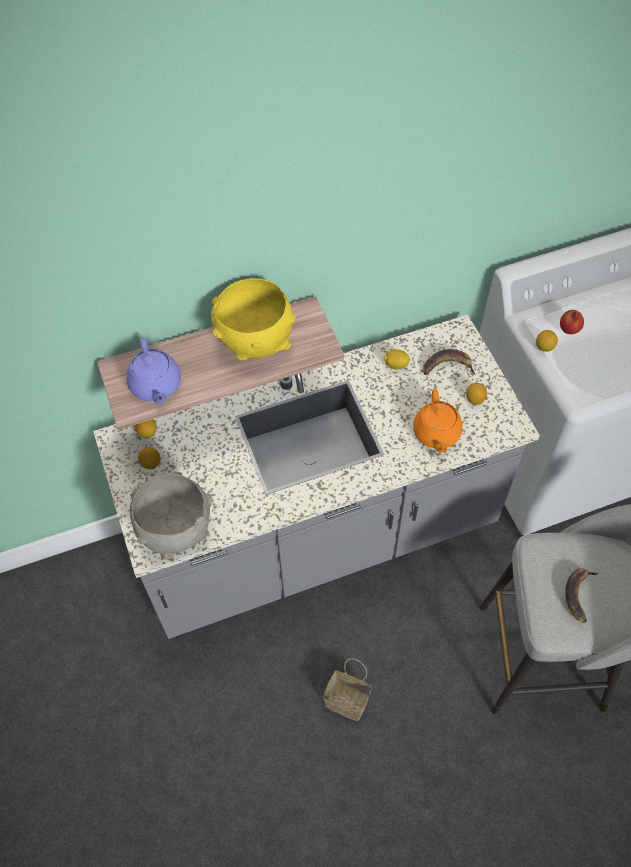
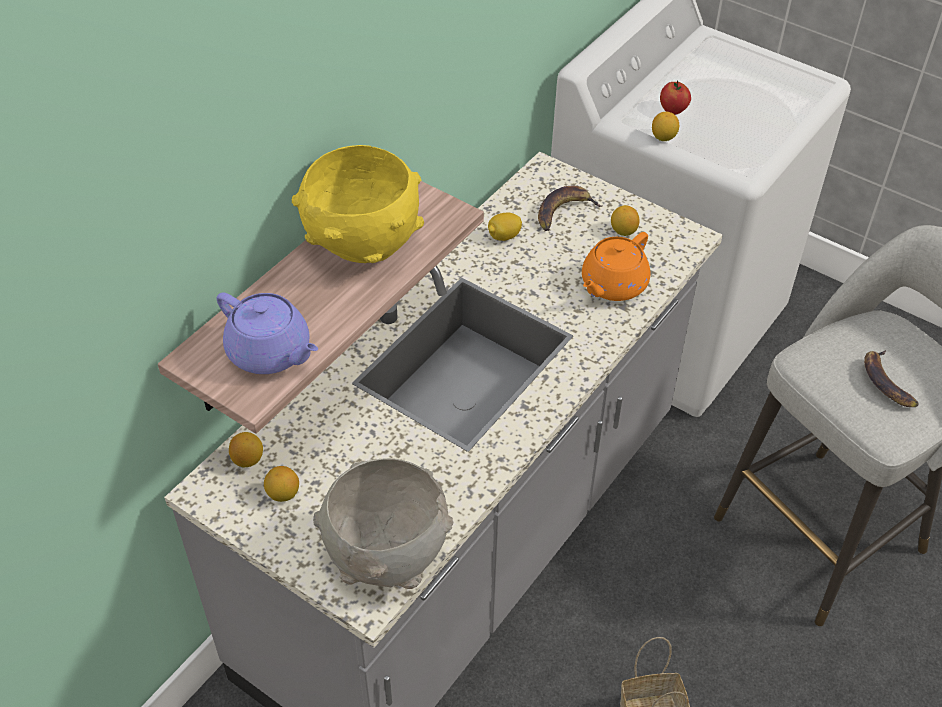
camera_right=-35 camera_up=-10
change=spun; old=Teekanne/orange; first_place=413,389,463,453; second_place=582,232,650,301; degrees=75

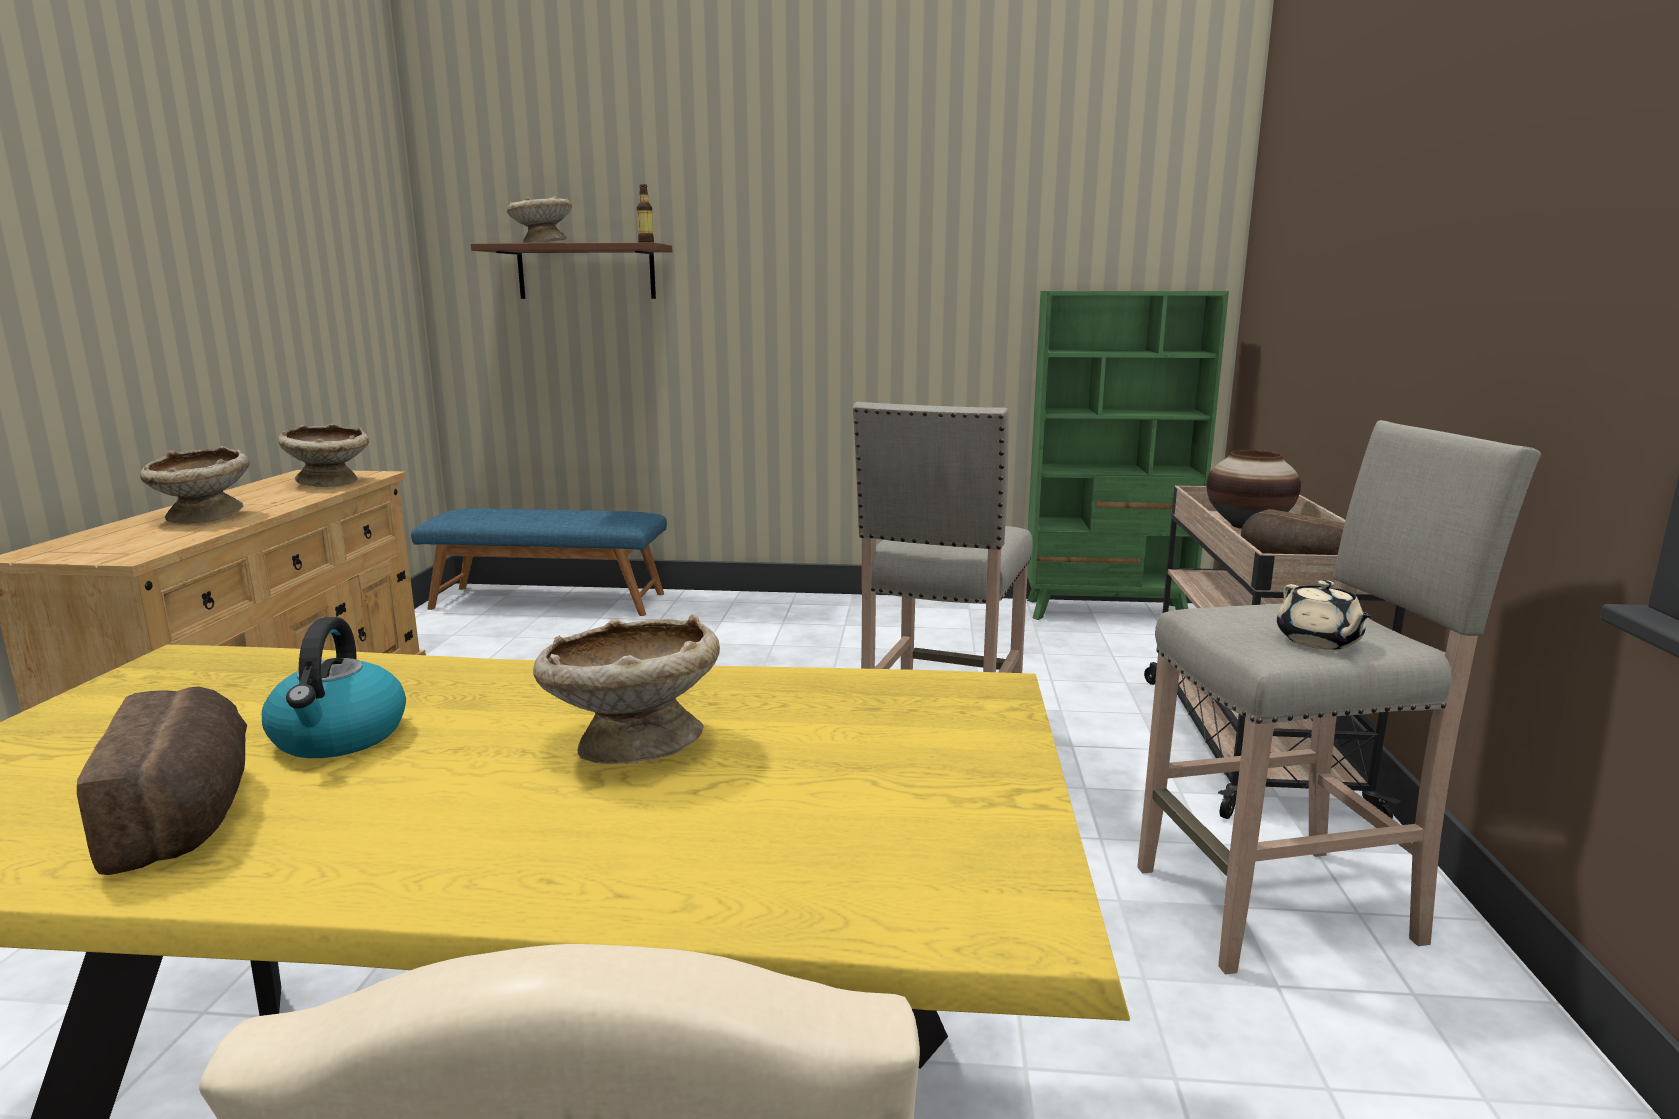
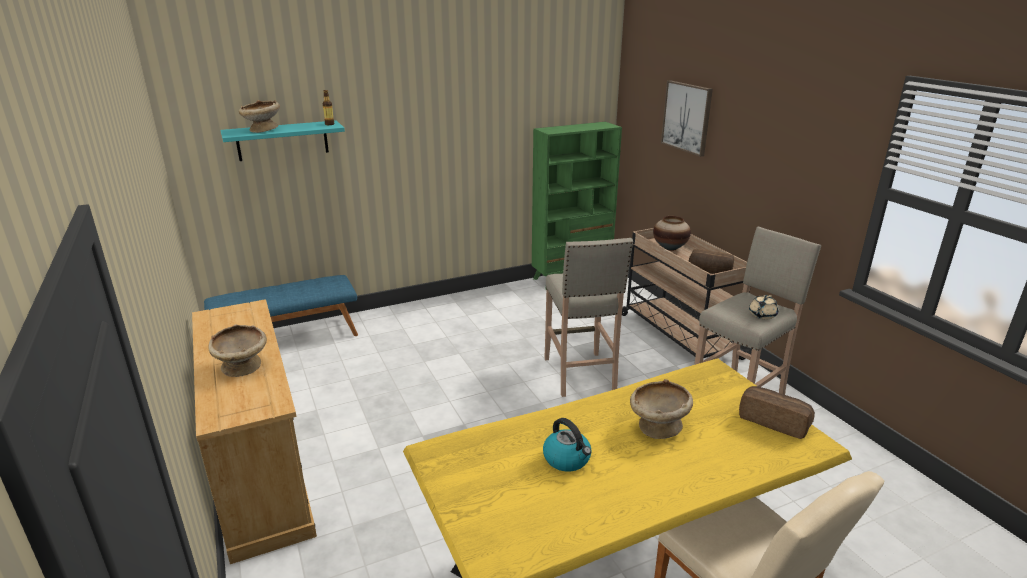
camera_right=-30 camera_up=10
change=colour; old=Wandregal/braun; new=Wandregal/türkis; first_place=471,242,672,299; second_place=220,120,345,161
change=appeared; new=Bild; second_place=661,80,713,157
change=relocated; old=Brot; first_place=77,687,247,875; second_place=739,386,815,439
change=spun; old=Teekanne/beige; first_place=1277,580,1373,650; second_place=749,295,778,319; degrees=75
change=missing; old=Schüssel/beige; first_place=278,424,369,487

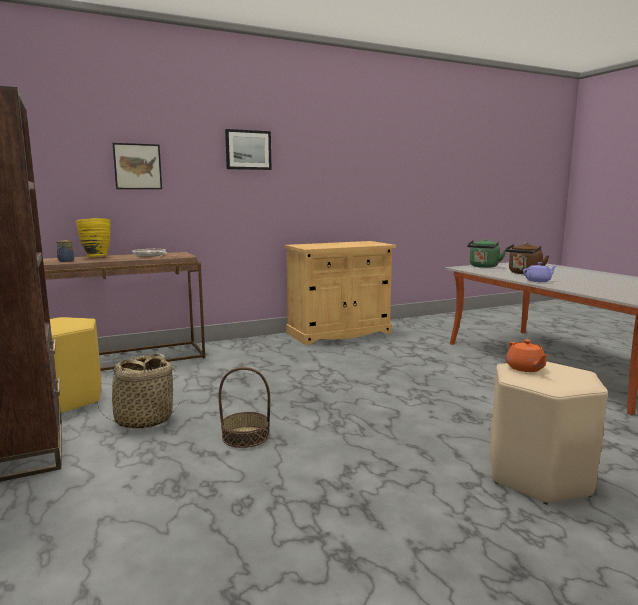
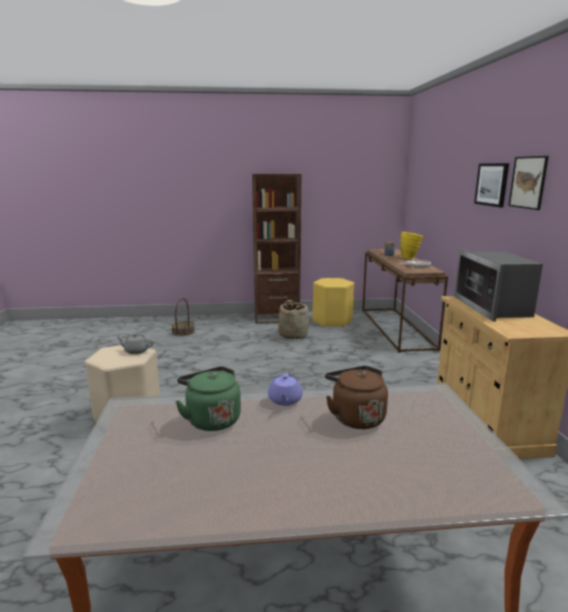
camera_right=110 camera_up=5
change=colour; old=Teekanne/orange; new=Teekanne/grau; first_place=506,339,549,372; second_place=117,333,153,354
change=relocated; old=Korb; first_place=219,367,270,448; second_place=171,298,195,336
change=relocated; old=Wasserkessel/grün; first_place=467,239,506,268; second_place=175,366,241,431
change=appeared; new=Mikrowelle; second_place=454,248,543,322
change=relocated; old=Bild; first_place=113,143,162,189; second_place=508,156,549,210

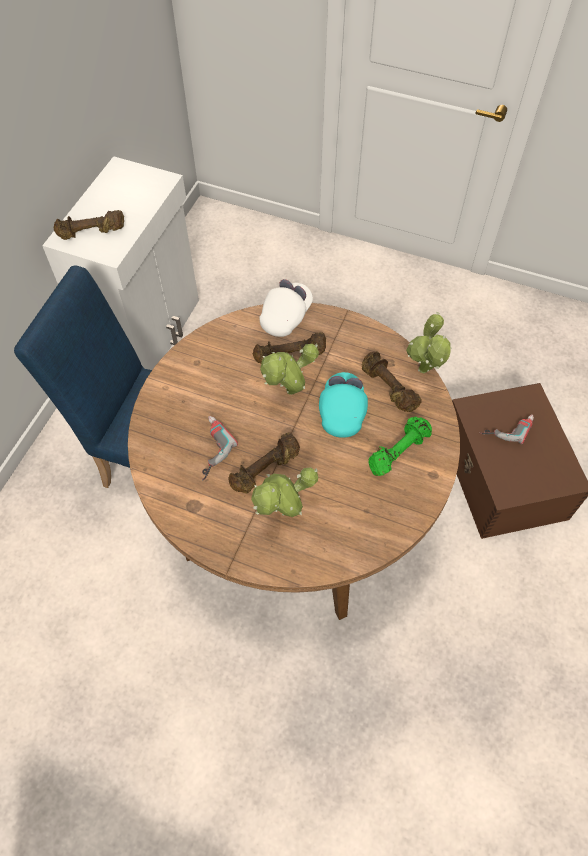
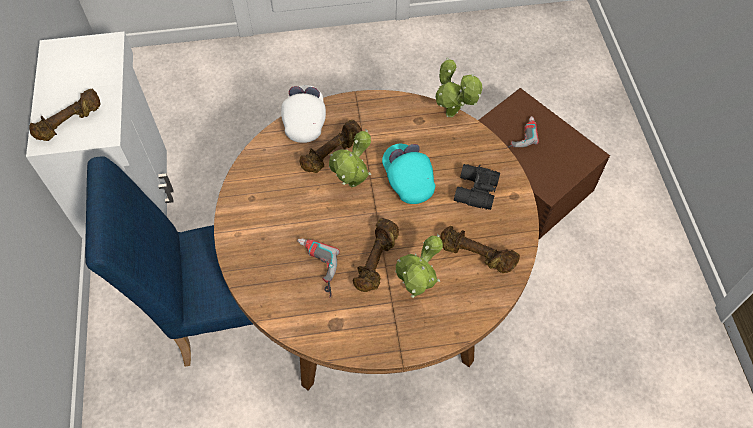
camera_right=-30 camera_up=0
change=relocated; old=Hantel/braun; first_place=362,351,422,412; second_place=440,226,520,273
change=exchanged; old=Hantel/grün; new=Fernglas/schwarz; first_place=368,417,432,476; second_place=454,164,500,210

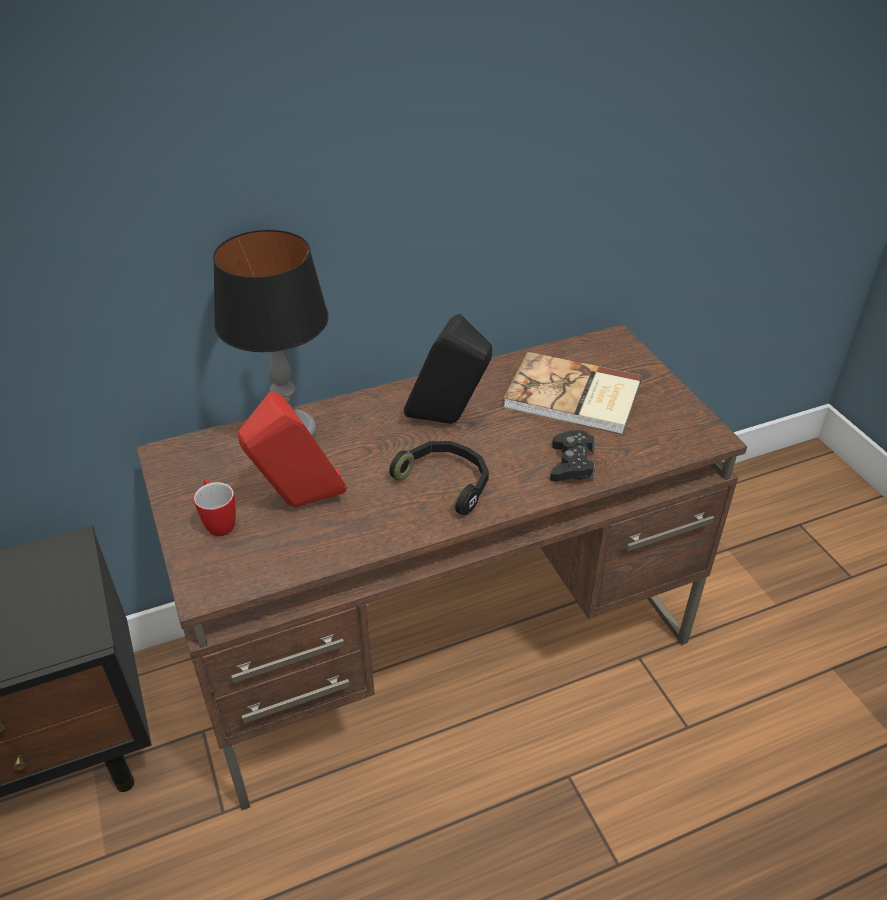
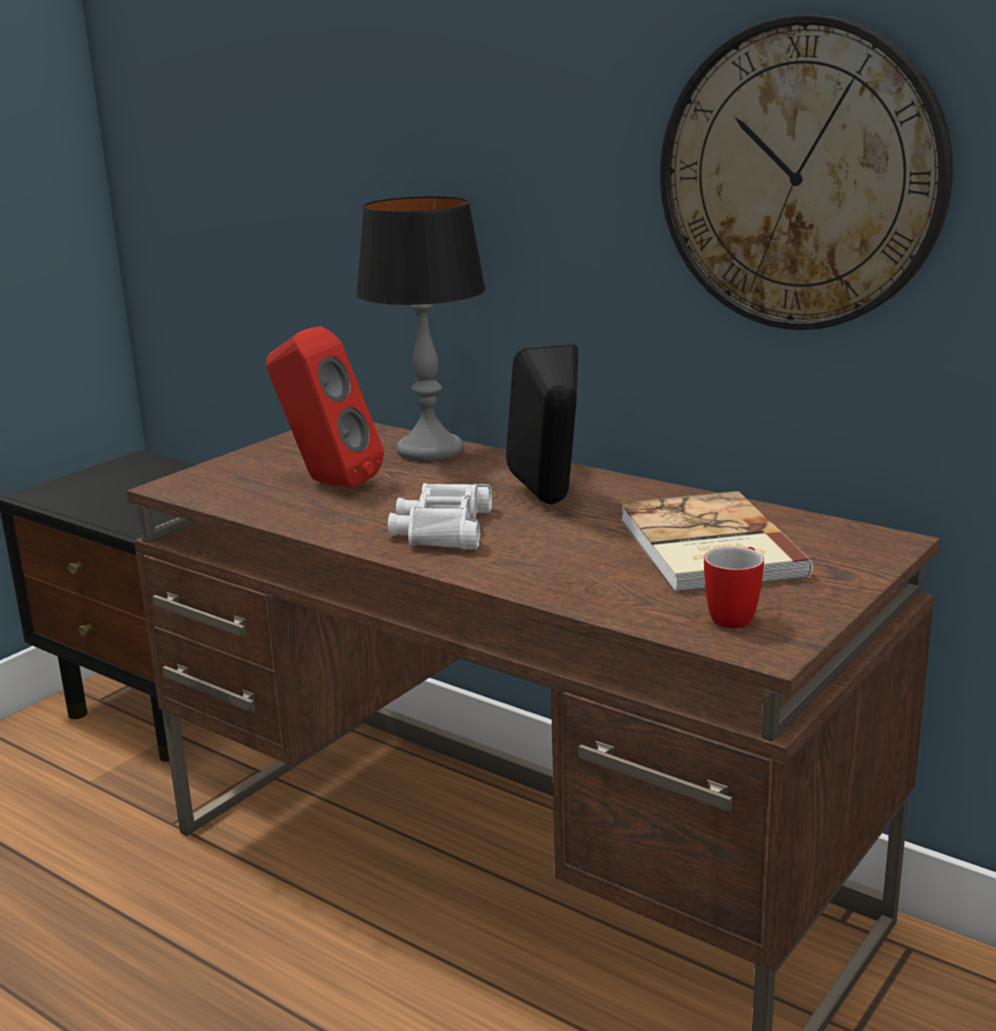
camera_right=60 camera_up=-20
change=exchanged; old=Kopfhörer/schwarz; new=Fernglas/weiß; first_place=389,441,489,515; second_place=388,483,492,550
change=appeared; new=Wanduhr; second_place=660,15,953,330
change=relocated; old=Henkelbecher; first_place=194,479,236,536; second_place=704,546,764,629
change=missing; old=Gamepad/schwarz; first_place=550,430,595,482

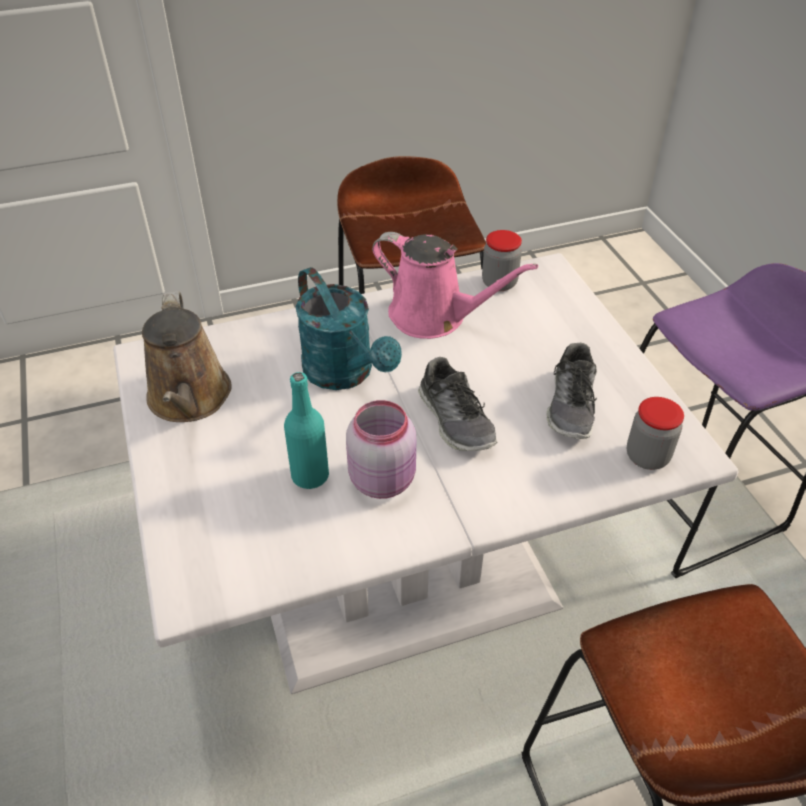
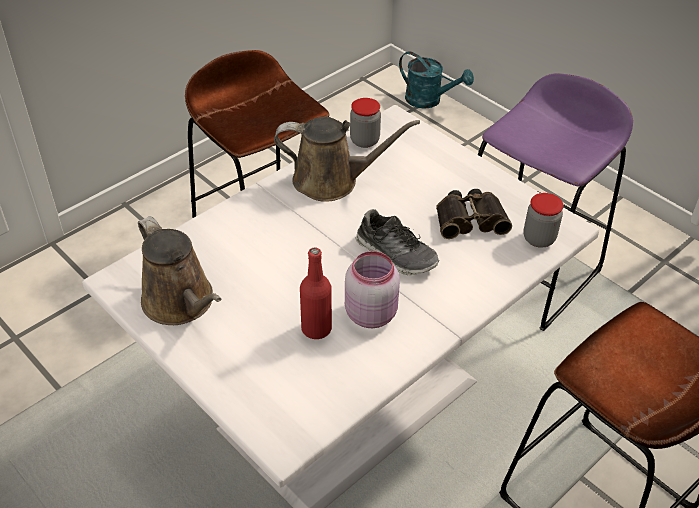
camera_right=-25 camera_up=0
change=colour; old=Gießkanne/rosa; new=Gießkanne/braun; first_place=372,232,538,339; second_place=274,117,420,202
change=colour; old=Flasche/türkis; new=Flasche/rot; first_place=284,372,329,489; second_place=300,248,332,339
change=relocated; old=Gießkanne/türkis; first_place=296,267,402,390; second_place=399,51,474,109
change=exchanged; old=Schuh; new=Fernglas; first_place=547,343,597,439; second_place=436,189,512,239

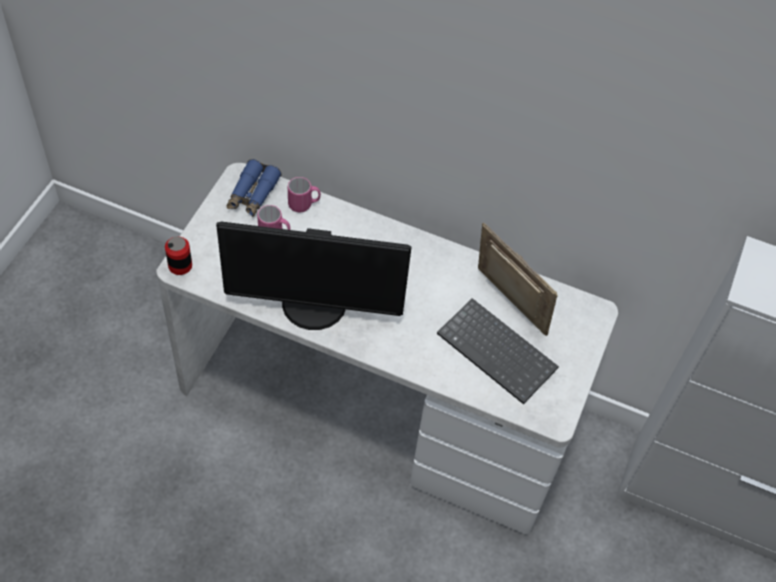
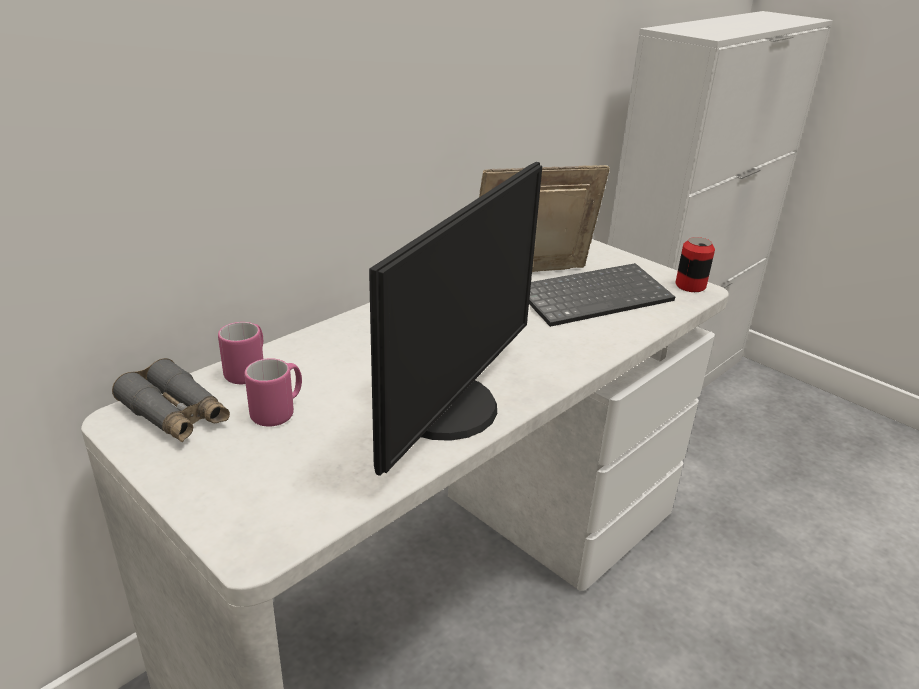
camera_right=-65 camera_up=-25
change=colour; old=Fernglas/blau; new=Fernglas/grau; first_place=226,159,282,217; second_place=112,358,230,442
change=relocated; old=Dose; first_place=165,236,192,275; second_place=675,237,715,292

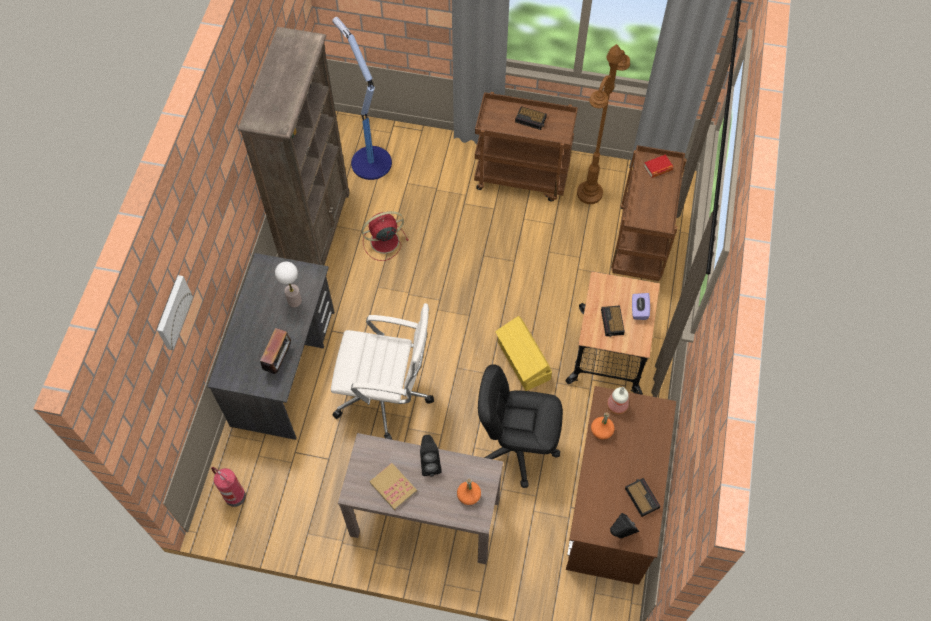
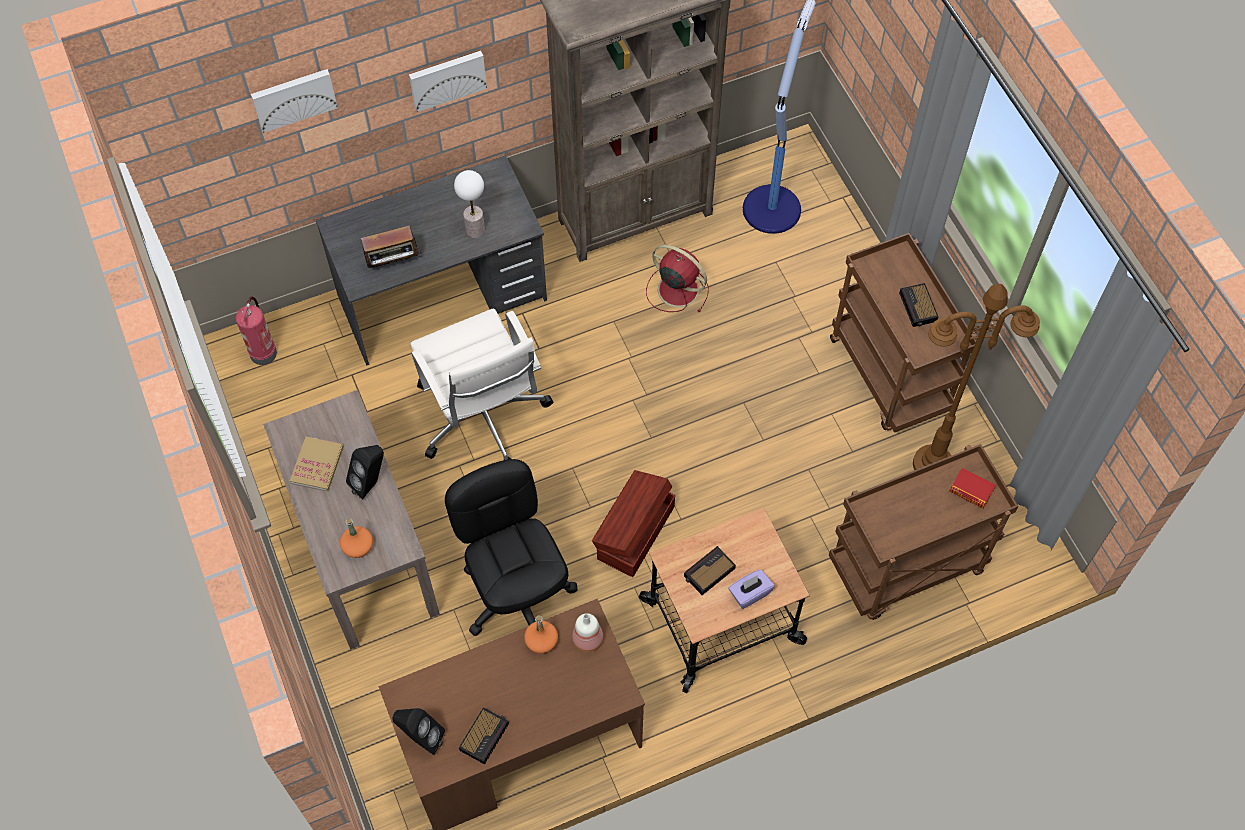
camera_right=55 camera_up=0
change=appeared; new=Bild; second_place=409,51,487,112
change=colour; old=Aufbewahrungsbox/gelb; new=Aufbewahrungsbox/braun; first_place=495,316,552,391; second_place=592,470,675,577

